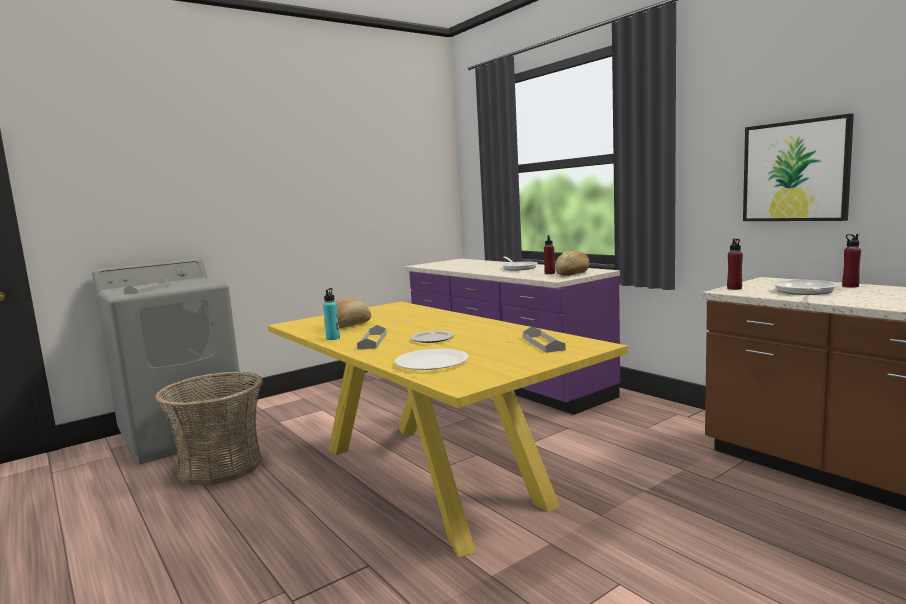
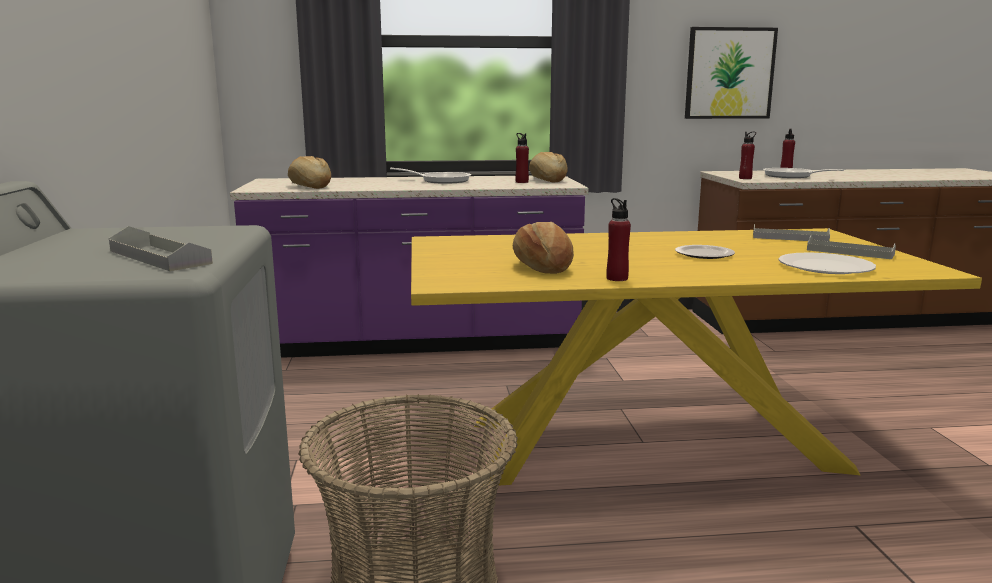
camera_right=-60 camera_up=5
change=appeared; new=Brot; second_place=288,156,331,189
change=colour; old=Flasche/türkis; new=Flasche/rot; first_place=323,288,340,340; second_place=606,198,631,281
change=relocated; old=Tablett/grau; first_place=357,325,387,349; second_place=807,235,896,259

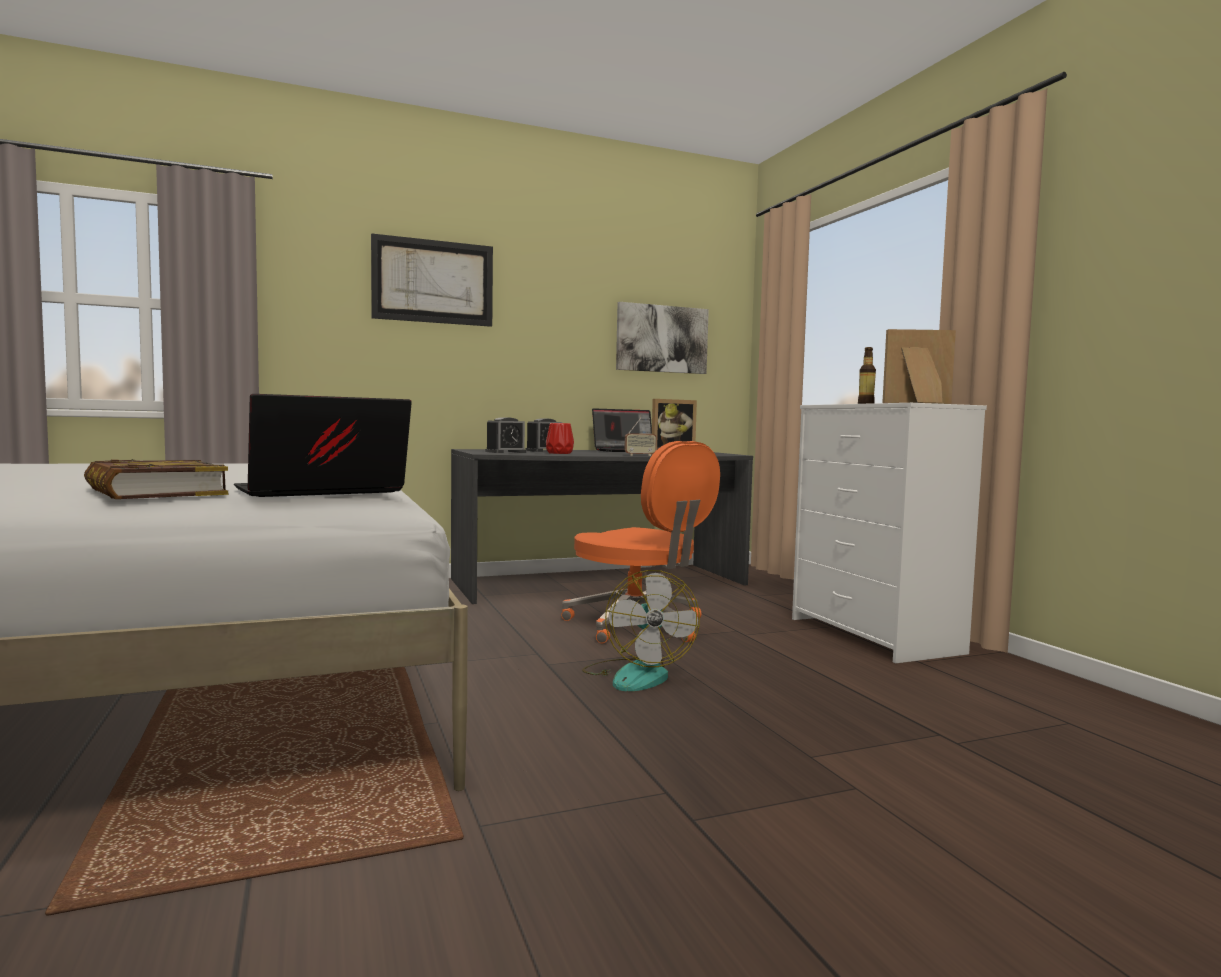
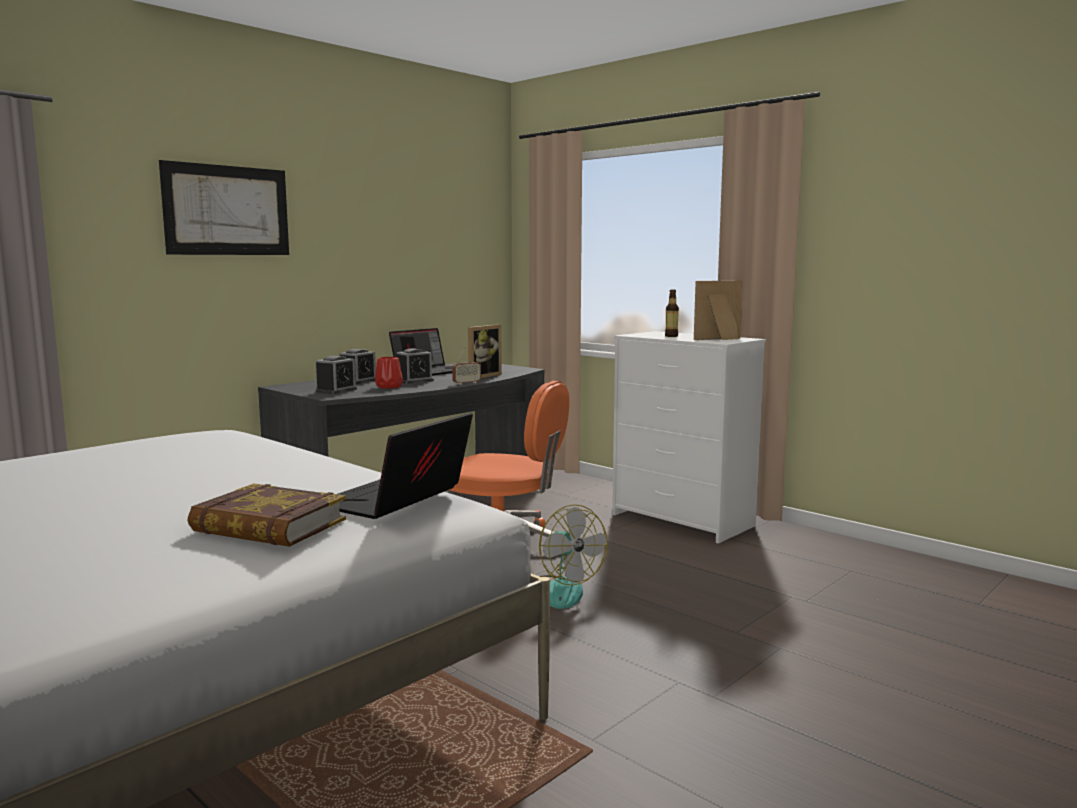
camera_right=-25 camera_up=5
change=appeared; new=Wecker; second_place=396,348,434,384
change=missing; old=Bild; first_place=616,302,709,374

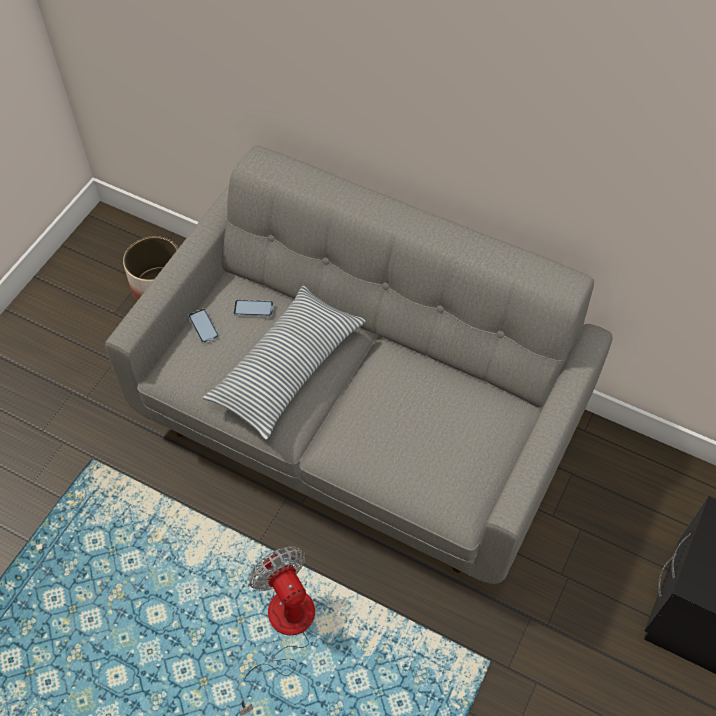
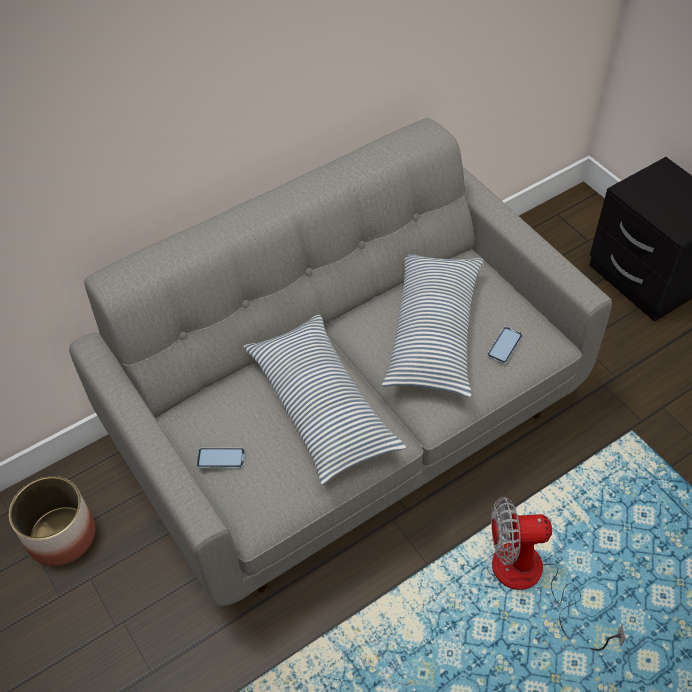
camera_right=-60 camera_up=-5
change=appeared; new=Kissen; second_place=382,254,483,397
change=relocated; old=Handy; first_place=233,300,274,317; second_place=487,327,523,364

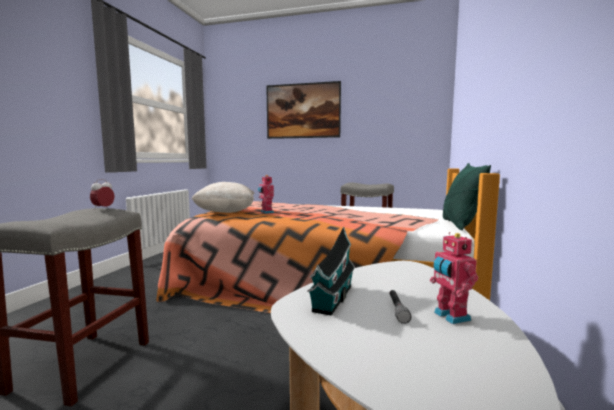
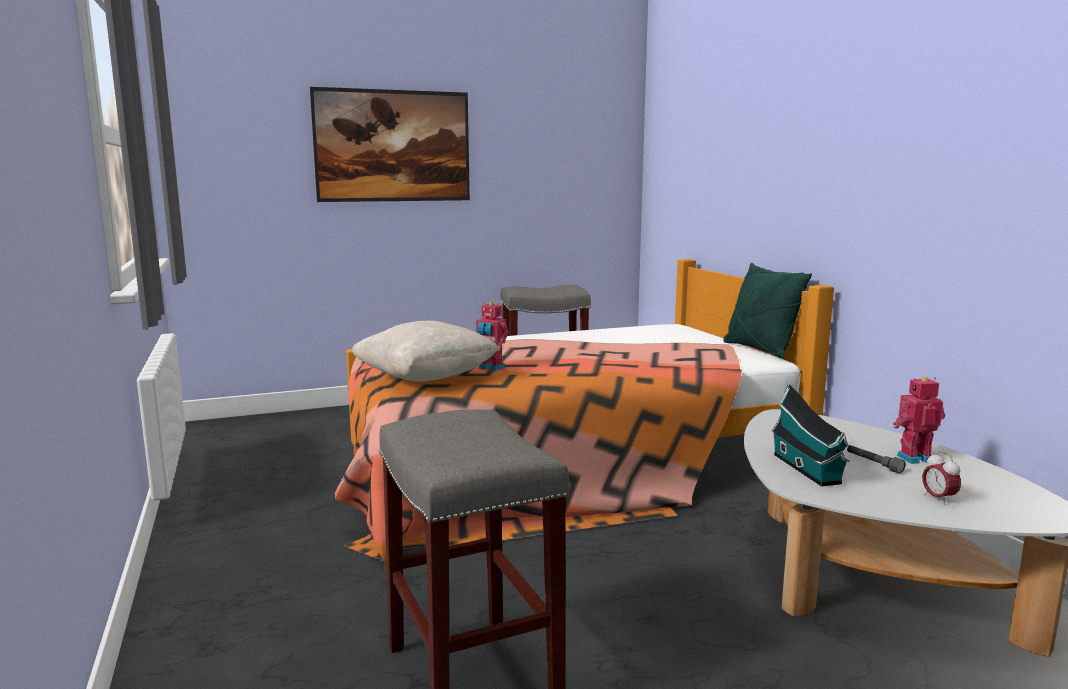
camera_right=-35 camera_up=5
change=spun; old=Spielzeugroboter; first_place=430,232,478,324; second_place=893,376,945,464; degrees=135
change=relocated; old=Wecker; first_place=90,179,115,210; second_place=922,451,961,505

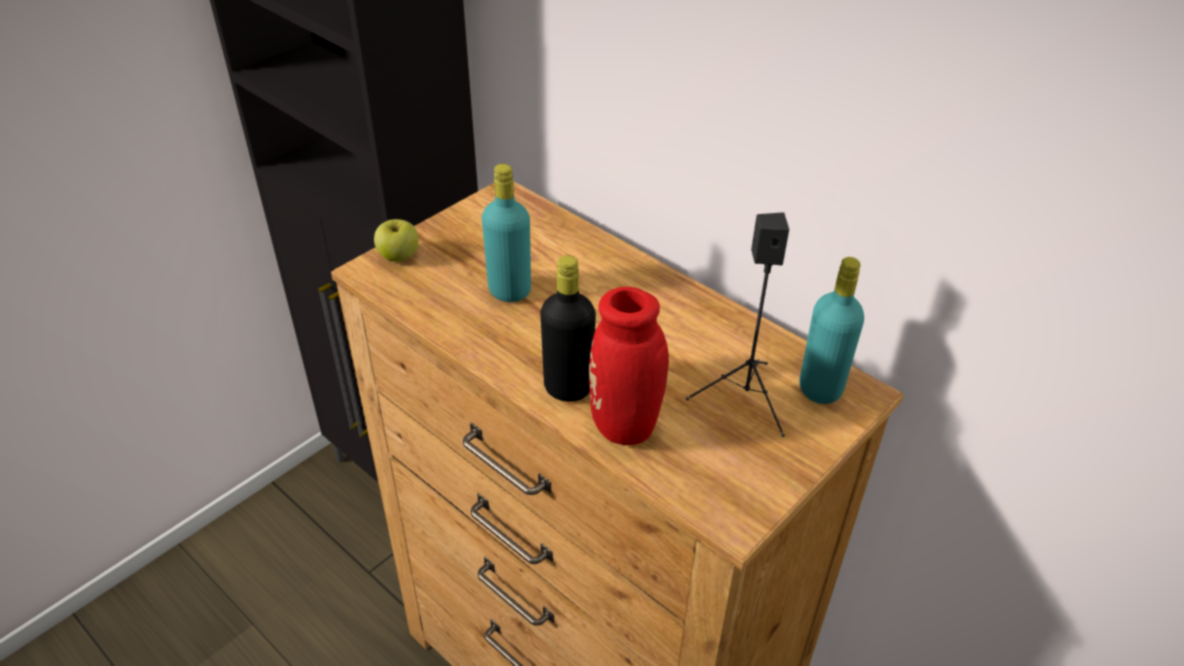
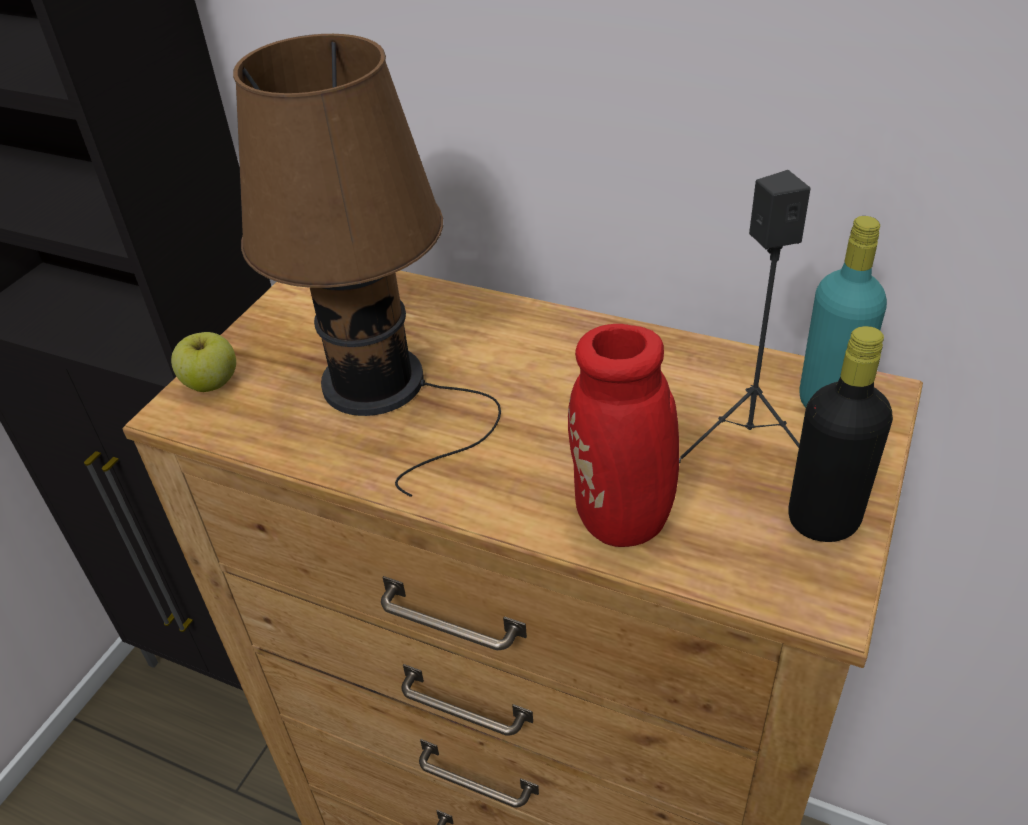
camera_right=-15 camera_up=0
change=exchanged; old=Flasche/türkis; new=Tischlampe/braun; first_place=482,164,531,302; second_place=233,34,501,497
change=relocated; old=Flasche/schwarz; first_place=540,256,596,402; second_place=788,326,893,542

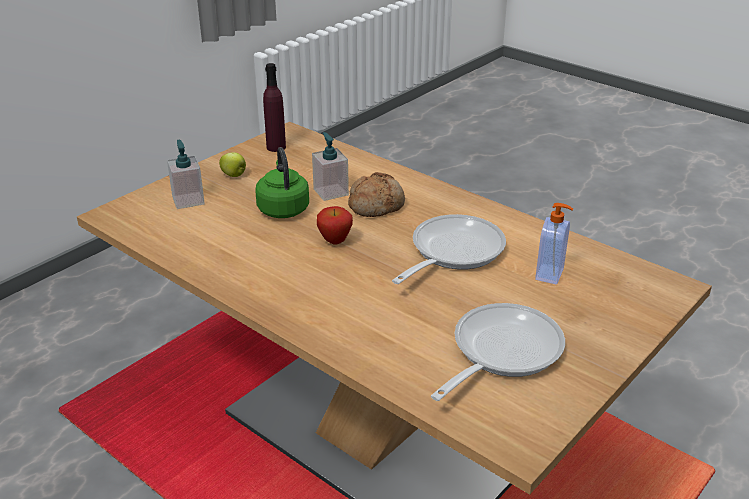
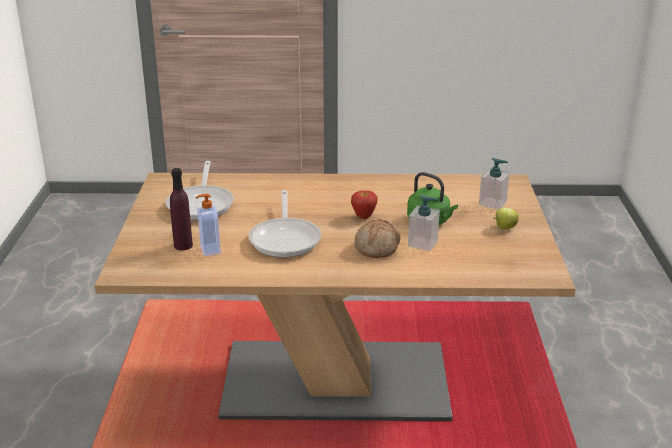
camera_right=140 camera_up=-5
change=relocated; old=Flasche/lila; first_place=263,63,286,152; second_place=170,168,193,250

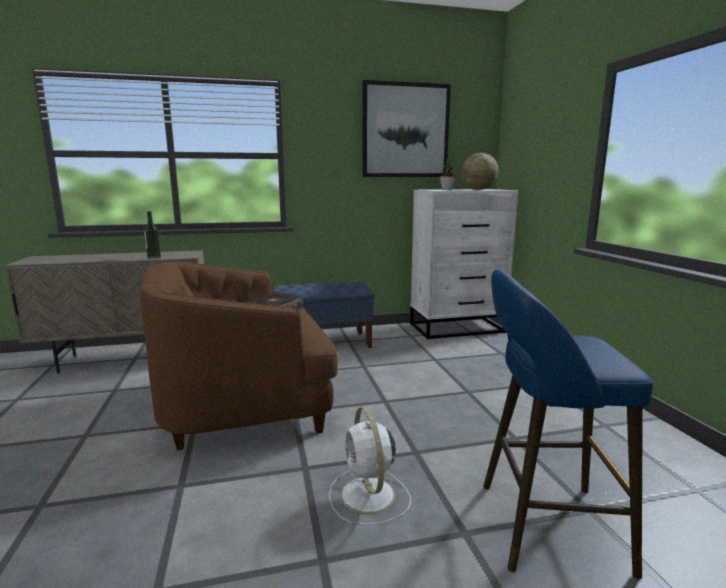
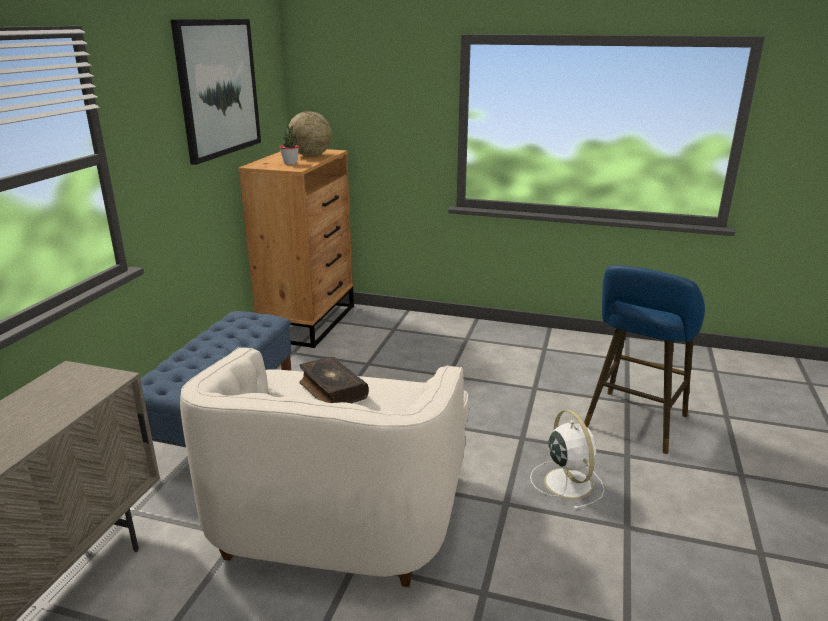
camera_right=-60 camera_up=10
change=colour; old=Sessel/braun; new=Sessel/weiß; first_place=140,262,338,450; second_place=180,347,469,587
change=colour; old=Kommode/weiß; new=Kommode/braun; first_place=410,189,518,339; second_place=238,149,354,348
change=spun; old=Ventilator/weiß; first_place=329,406,411,525; second_place=530,410,604,510; degrees=-120
change=missing; old=Flasche; first_place=144,211,161,259

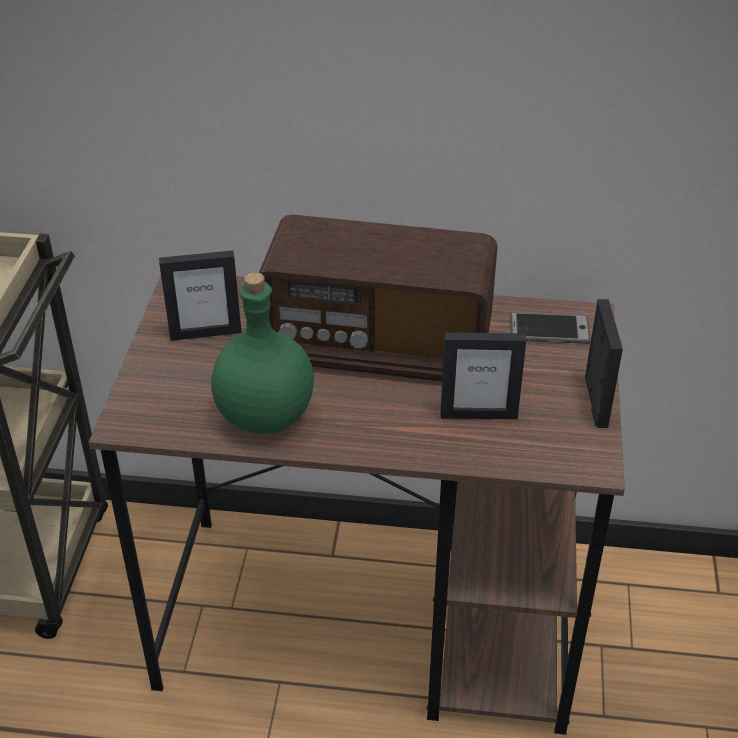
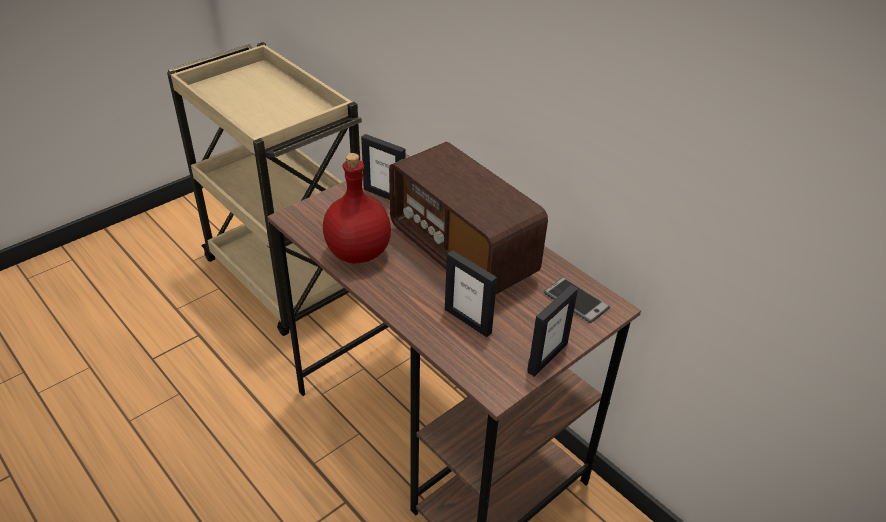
camera_right=40 camera_up=0
change=colour; old=Flasche/grün; new=Flasche/rot; first_place=211,272,314,434; second_place=323,153,391,264

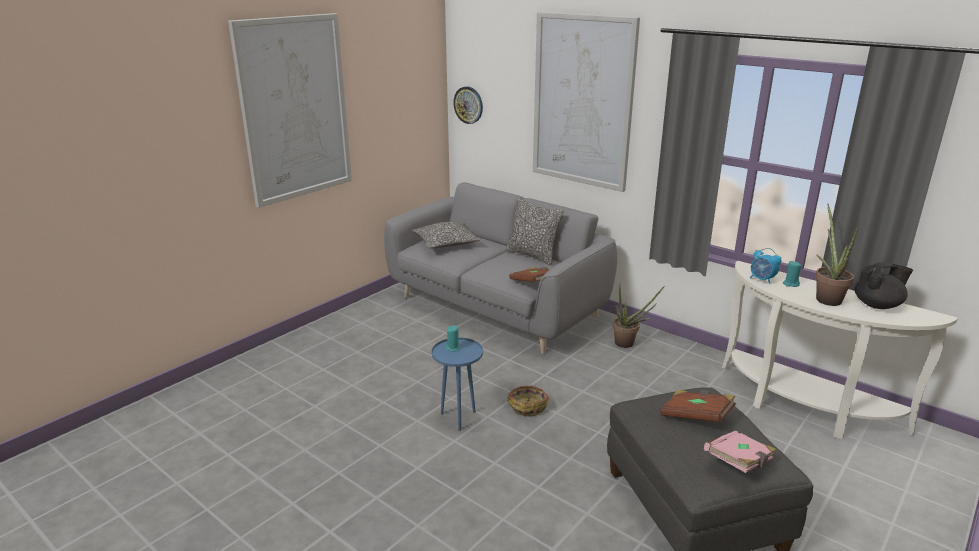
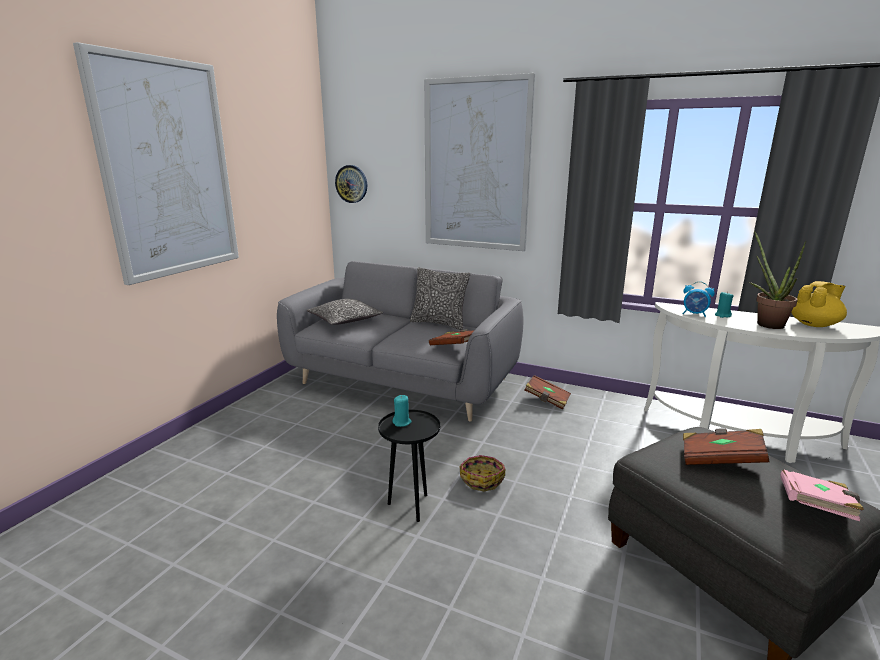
camera_right=-15 camera_up=-5
change=colour; old=Beistelltisch/blau; new=Beistelltisch/schwarz; first_place=432,337,483,431; second_place=378,409,440,522
change=exchanged; old=Topfpflanze; new=Buch/braun; first_place=612,285,665,348; second_place=525,375,571,410
change=colour; old=Teekanne/schwarz; new=Teekanne/gelb; first_place=855,262,913,309; second_place=791,281,847,327

